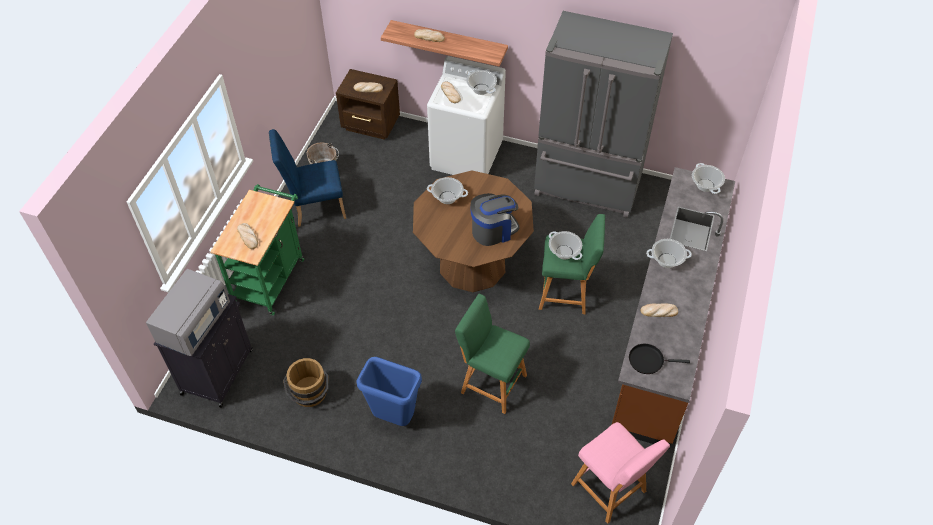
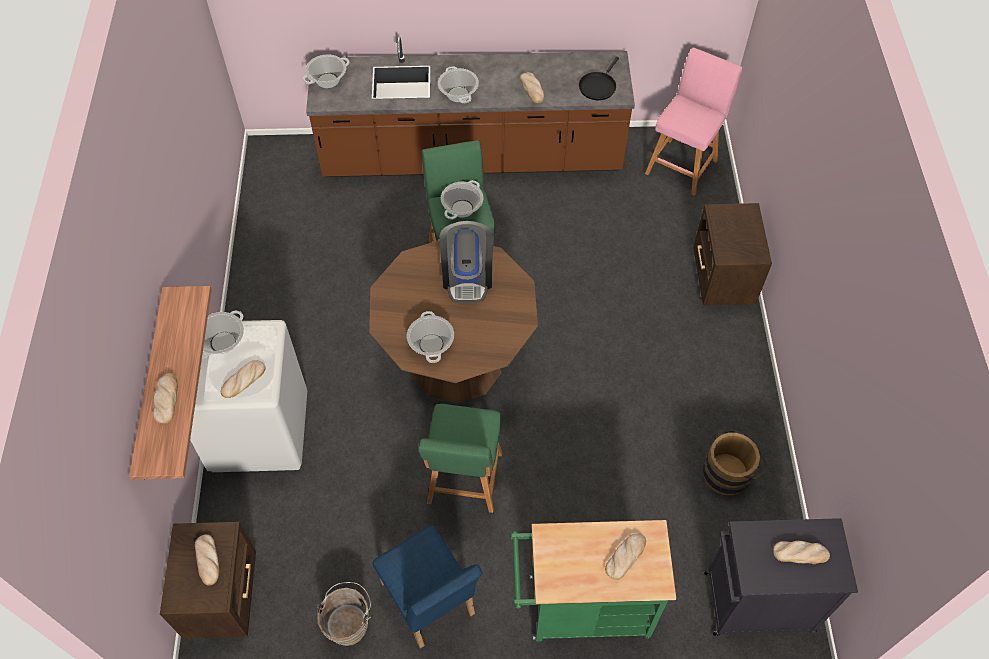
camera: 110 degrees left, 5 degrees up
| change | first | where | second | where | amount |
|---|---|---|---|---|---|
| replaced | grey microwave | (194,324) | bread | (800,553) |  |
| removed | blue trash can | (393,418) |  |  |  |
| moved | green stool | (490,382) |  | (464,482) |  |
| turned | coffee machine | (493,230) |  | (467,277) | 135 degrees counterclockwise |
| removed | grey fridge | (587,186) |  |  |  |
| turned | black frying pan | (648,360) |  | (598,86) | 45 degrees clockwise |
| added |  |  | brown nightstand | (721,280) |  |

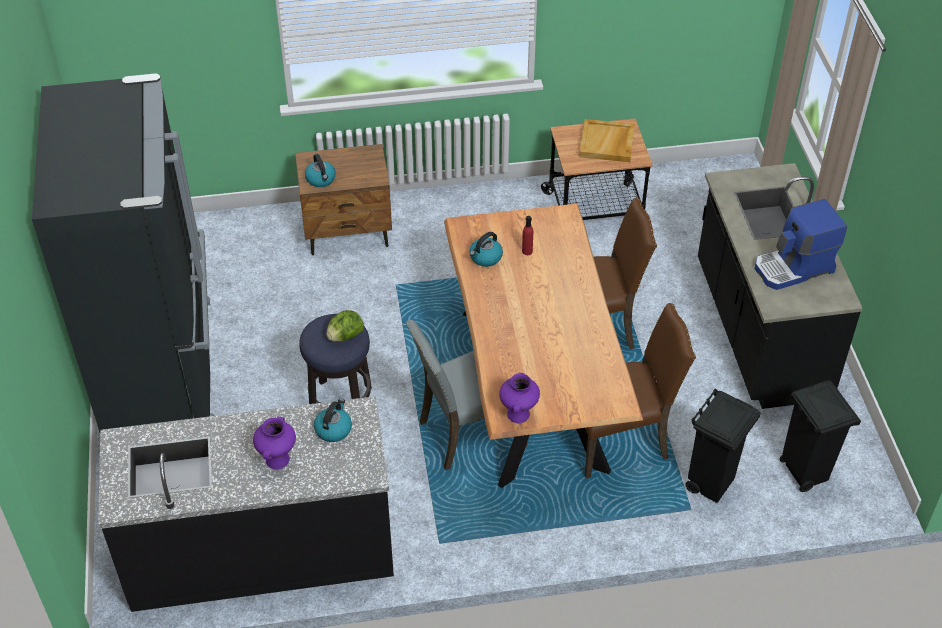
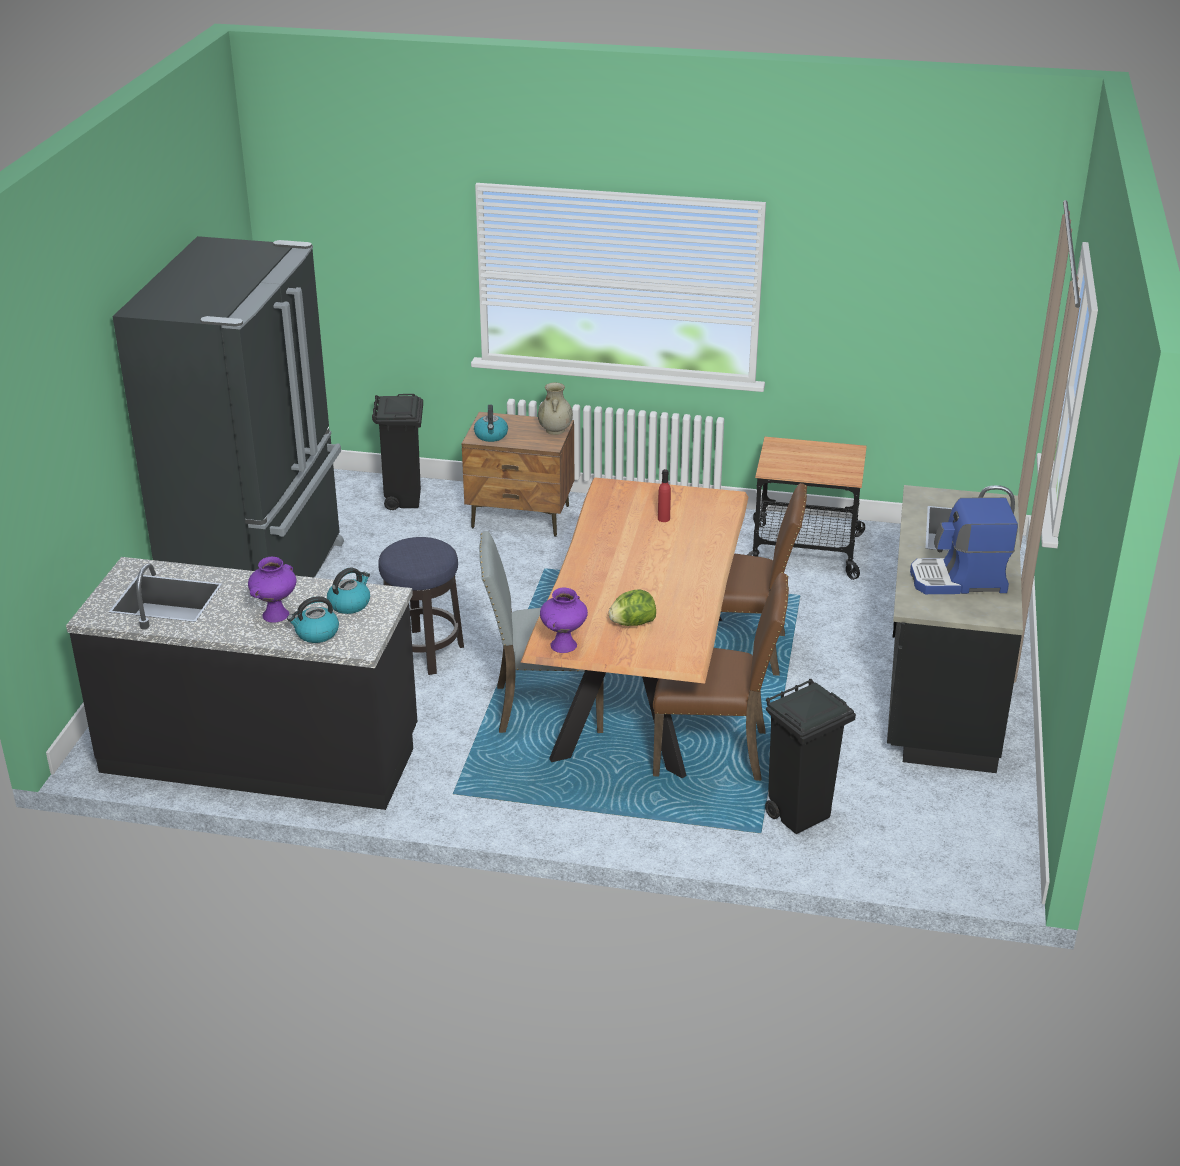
camera: 20 degrees right, 15 degrees down
| change | first | where | second | where | amount |
|---|---|---|---|---|---|
| moved | lettuce | (345,336) |  | (632,623) |  |
| moved | kettle | (485,257) |  | (316,633) |  |
| removed | beige tray | (607,143) |  |  |  |
| moved | black trash can | (804,472) |  | (403,500) |  |
| added |  |  | beige vase | (555,430) |  |

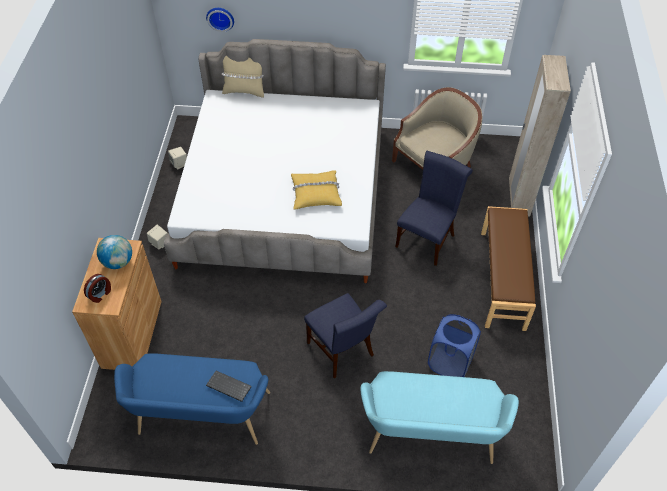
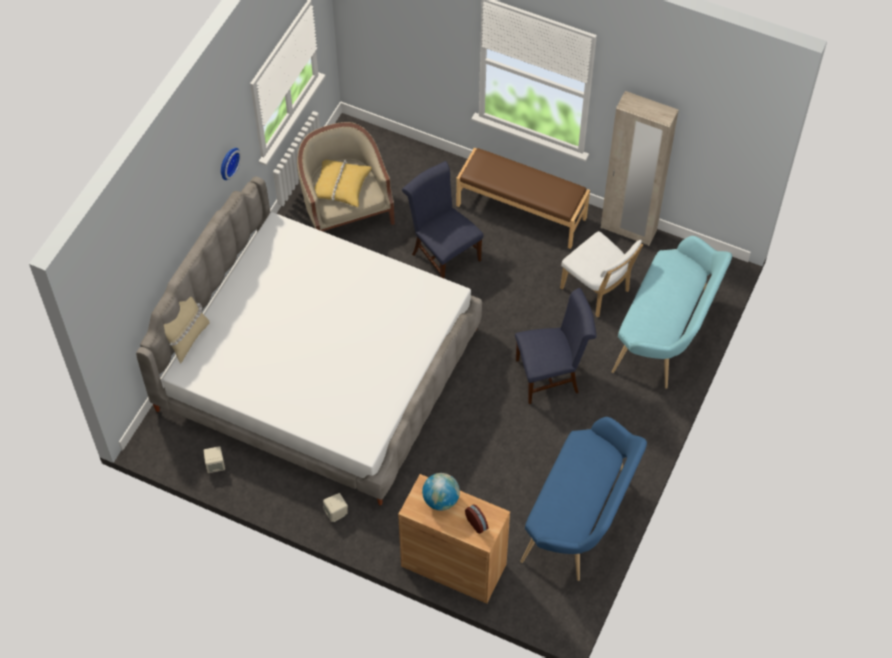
camera: 70 degrees left, 5 degrees up
| change | first | where | second | where | amount |
|---|---|---|---|---|---|
| moved | wall clock | (220,18) |  | (227,162) |  |
| removed | keyboard | (228,387) |  |  |  |
| moved | yellow pillow | (315,193) |  | (341,186) |  |
| replaced | blue laundry basket | (449,362) | white chair | (597,291) |  |
| moved | beige wardrobe | (518,198) |  | (628,229) |  |

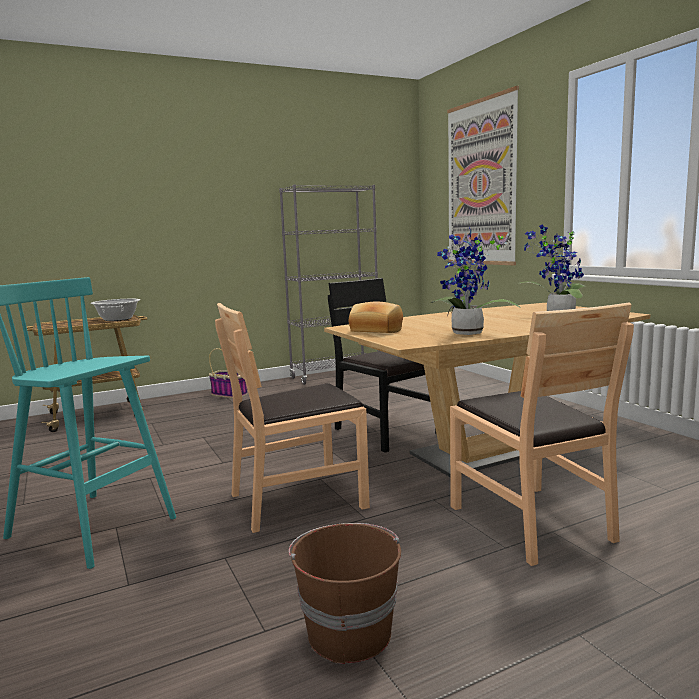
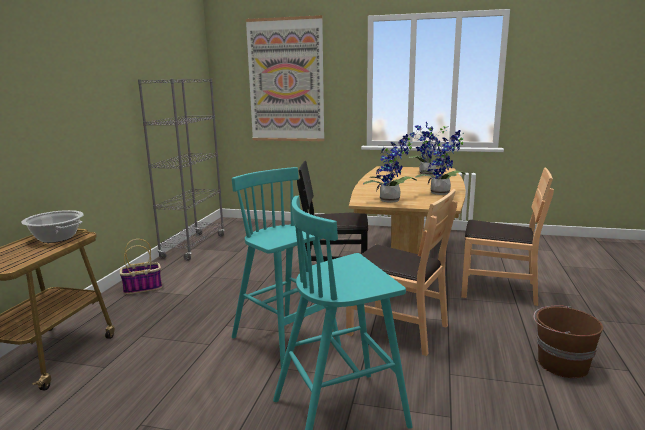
camera: 50 degrees left, 5 degrees up
| change | first | where | second | where | amount |
|---|---|---|---|---|---|
| turned | brown chair | (298,499) |  | (398,329) | 75 degrees counterclockwise |
| replaced | bread | (376,331) | potted plant | (391,201) |  |
| added |  |  | turquoise stool | (286,342) |  |

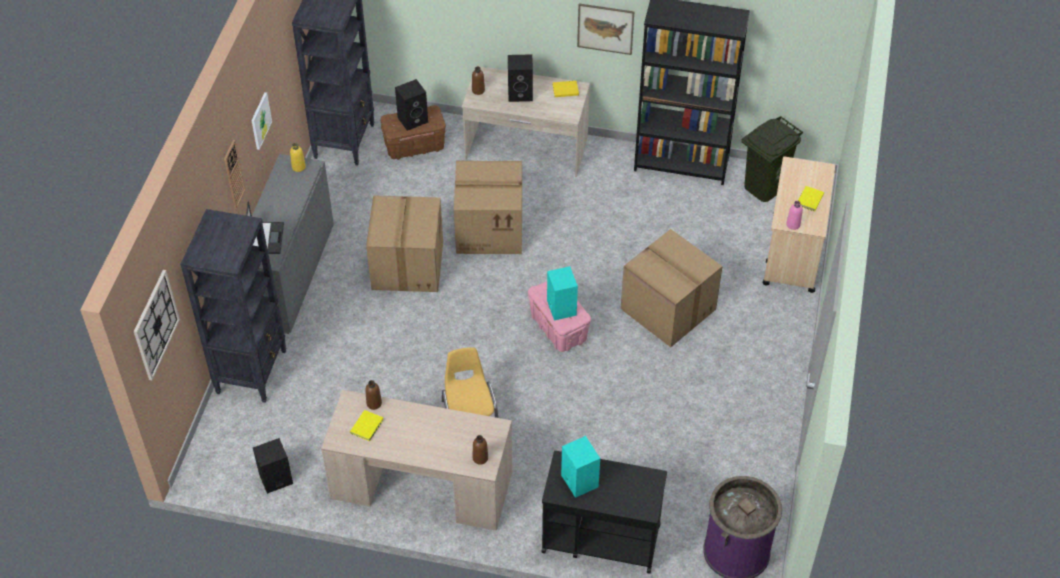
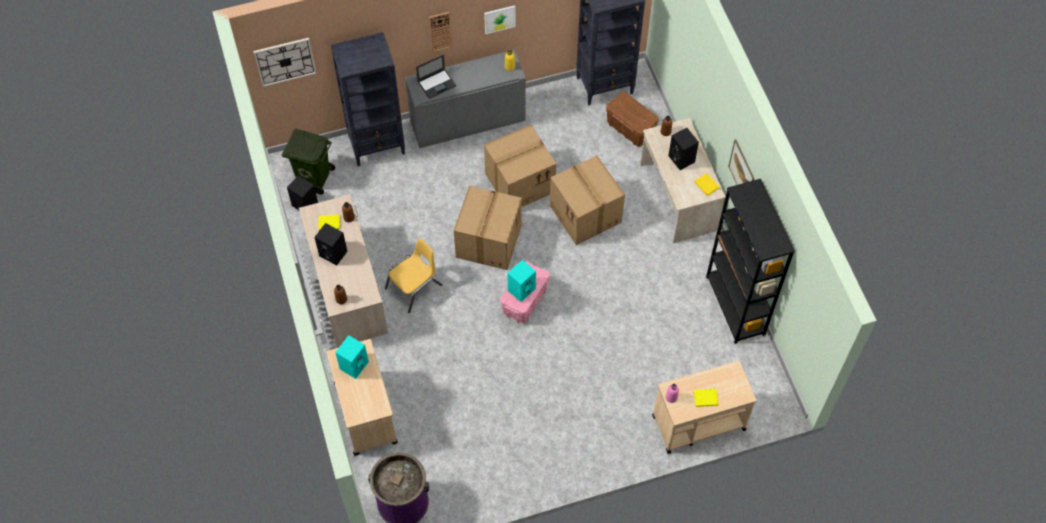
camera: 60 degrees right, 10 degrees up
| change | first | where | second | where | amount |
|---|---|---|---|---|---|
| moved | black speaker | (413,119) |  | (334,253) |  |
| recoloured | black cart | (600,538) | beige cart | (365,412) |  |
| moved | cardboard box | (666,309) |  | (488,240) |  |
| moved | green trash can | (764,186) |  | (314,177) |  |

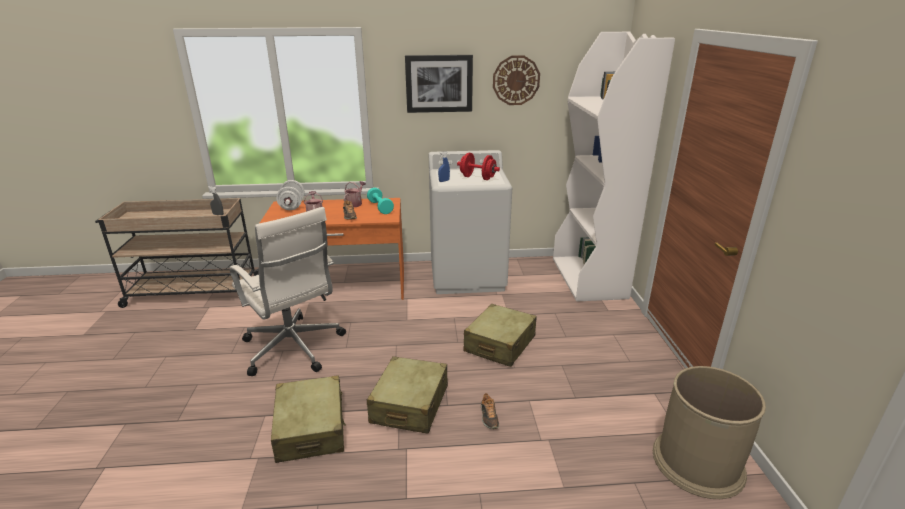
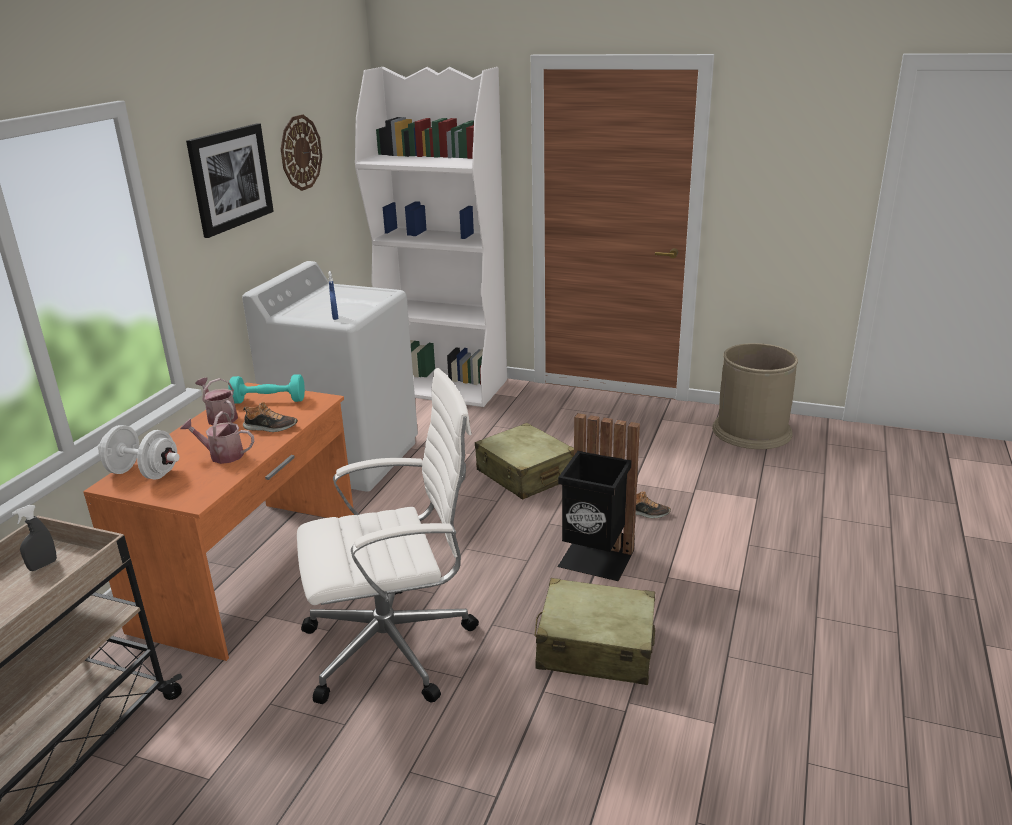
camera: 65 degrees left, 0 degrees up
| change | first | where | second | where | amount |
|---|---|---|---|---|---|
| replaced | beige suitcase | (409,405) | black trash can | (595,560) |  |
| removed | red dumbbell | (477,178) |  |  |  |

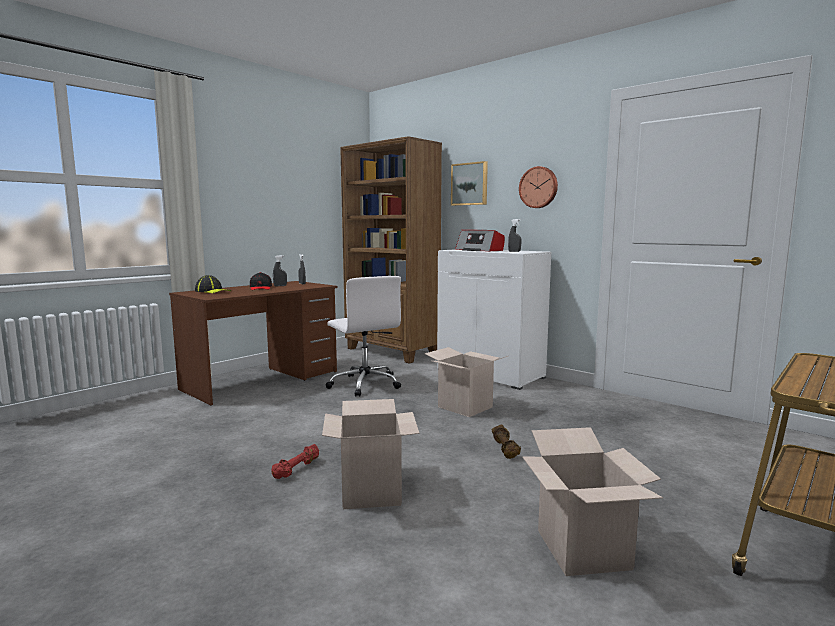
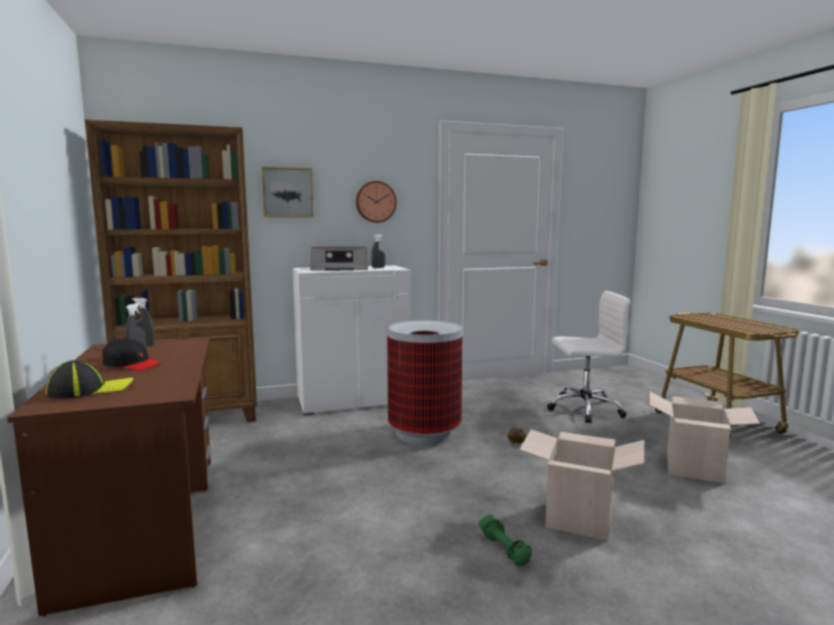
camera: 60 degrees left, 0 degrees up
| change | first | where | second | where | amount |
|---|---|---|---|---|---|
| recoloured | red dumbbell | (297,470) | green dumbbell | (505,549) |  |
| moved | white office chair | (365,384) |  | (583,409) |  |
| replaced | cardboard box | (465,407) | trash can | (424,433) |  |

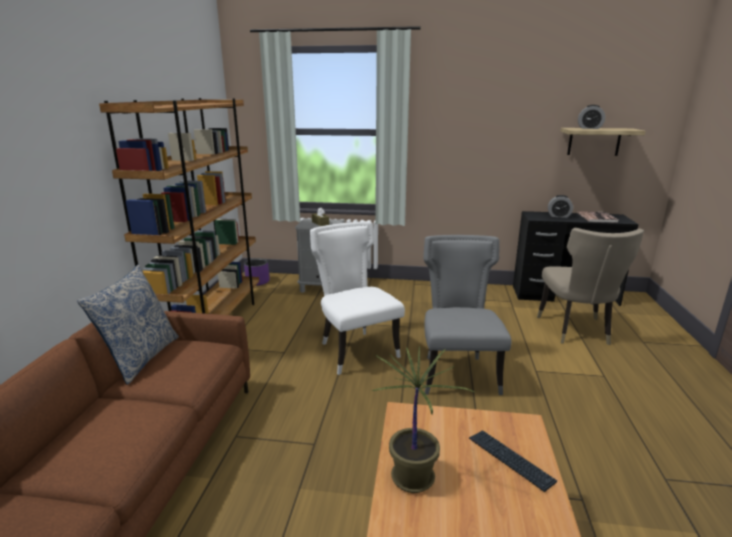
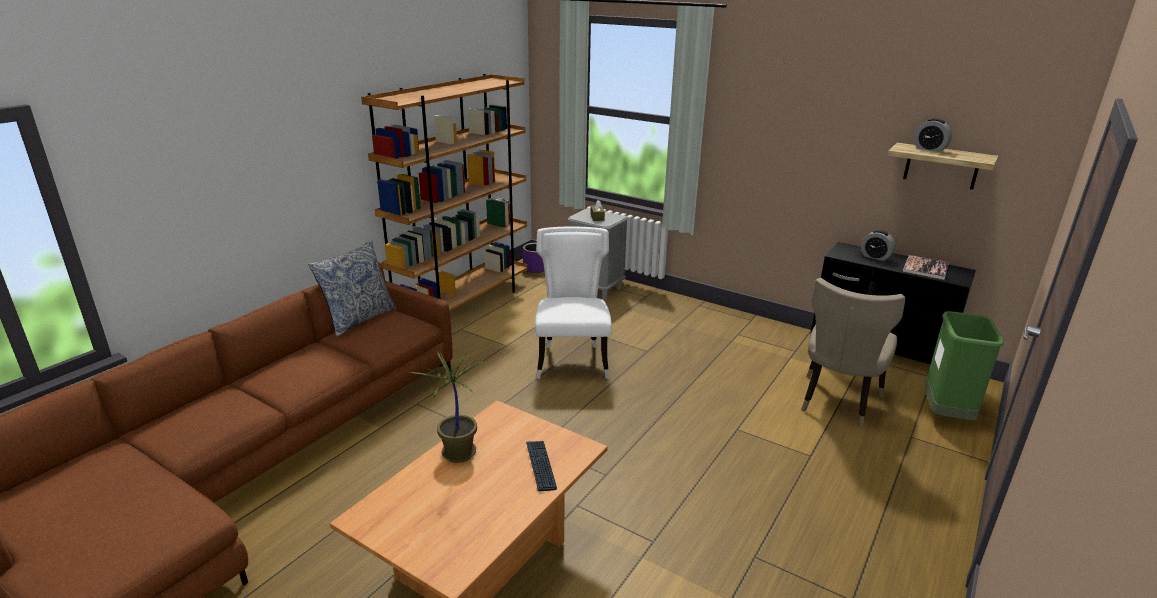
camera: 25 degrees right, 5 degrees up
| change | first | where | second | where | amount |
|---|---|---|---|---|---|
| removed | grey chair | (457,373) |  |  |  |
| added |  |  | green trash can | (946,414) |  |

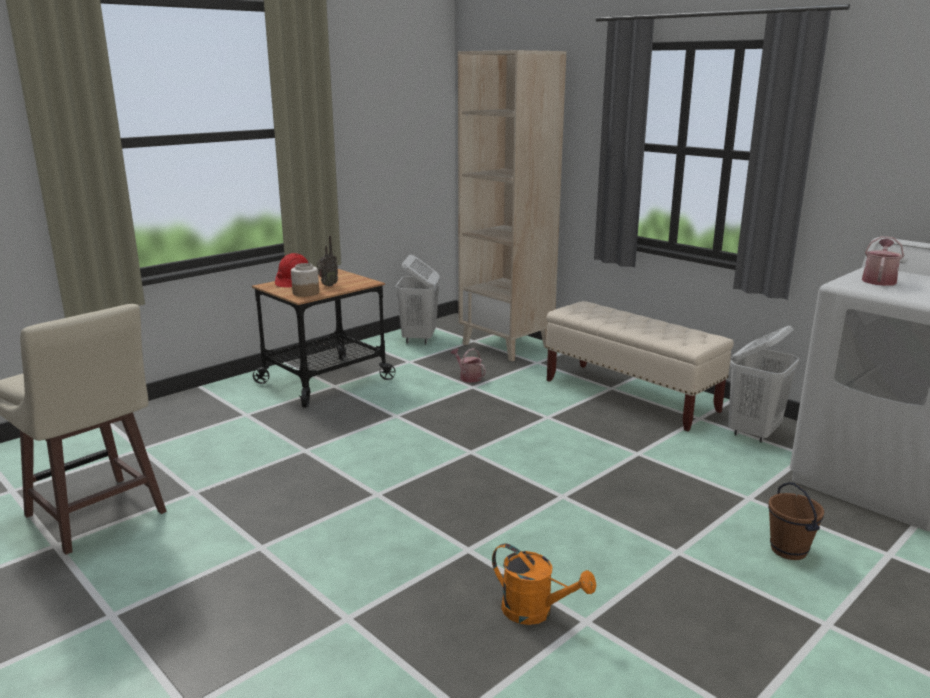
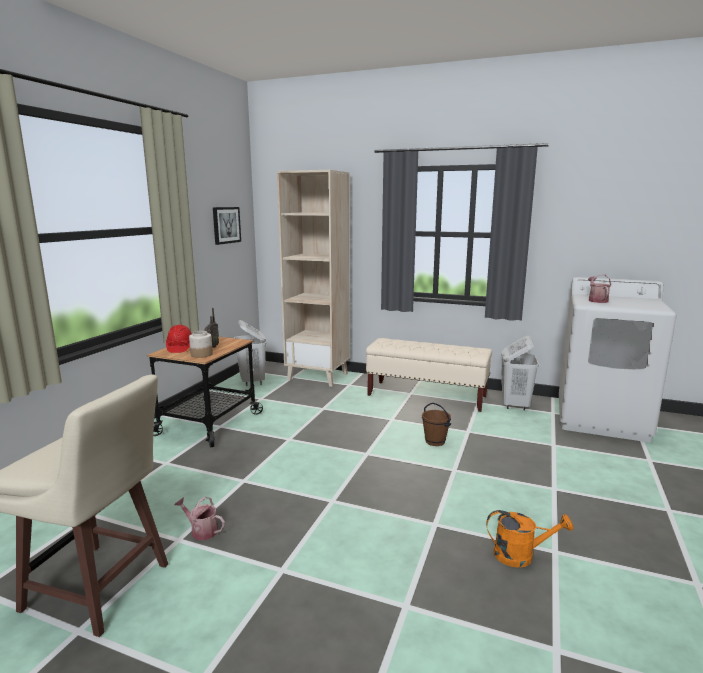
camera: 25 degrees left, 5 degrees down
| change | first | where | second | where | amount |
|---|---|---|---|---|---|
| moved | watering can | (468,377) |  | (201,531) |  |
| moved | brown bucket | (789,550) |  | (435,441) |  |
| added |  |  | picture | (226,225) |  |

